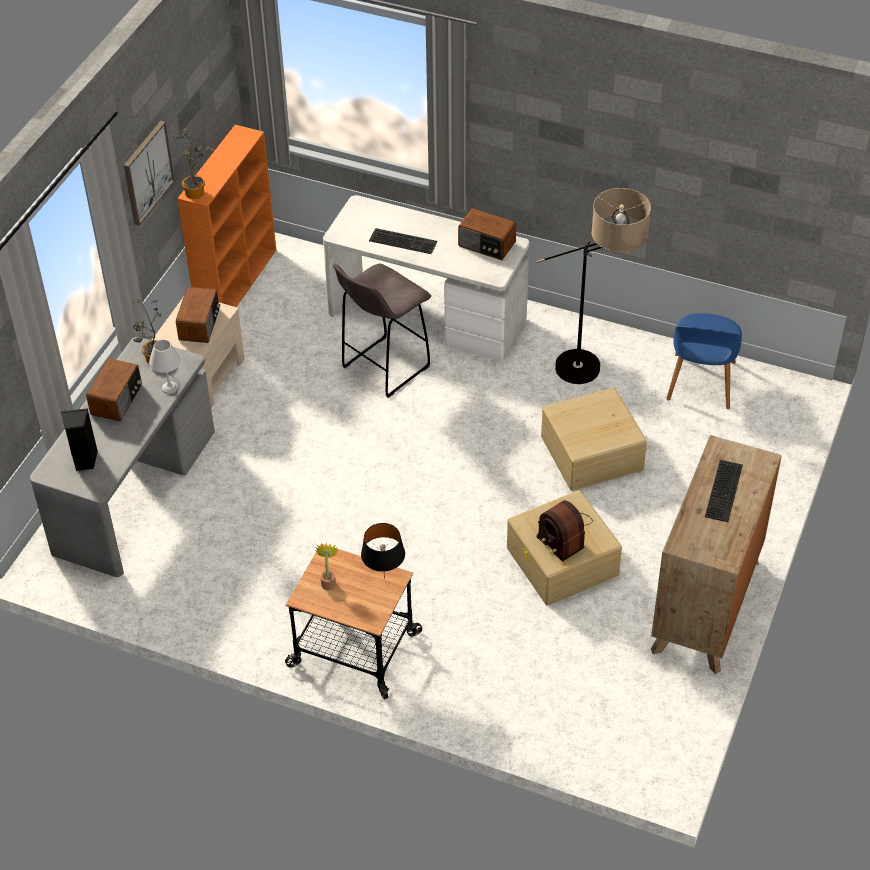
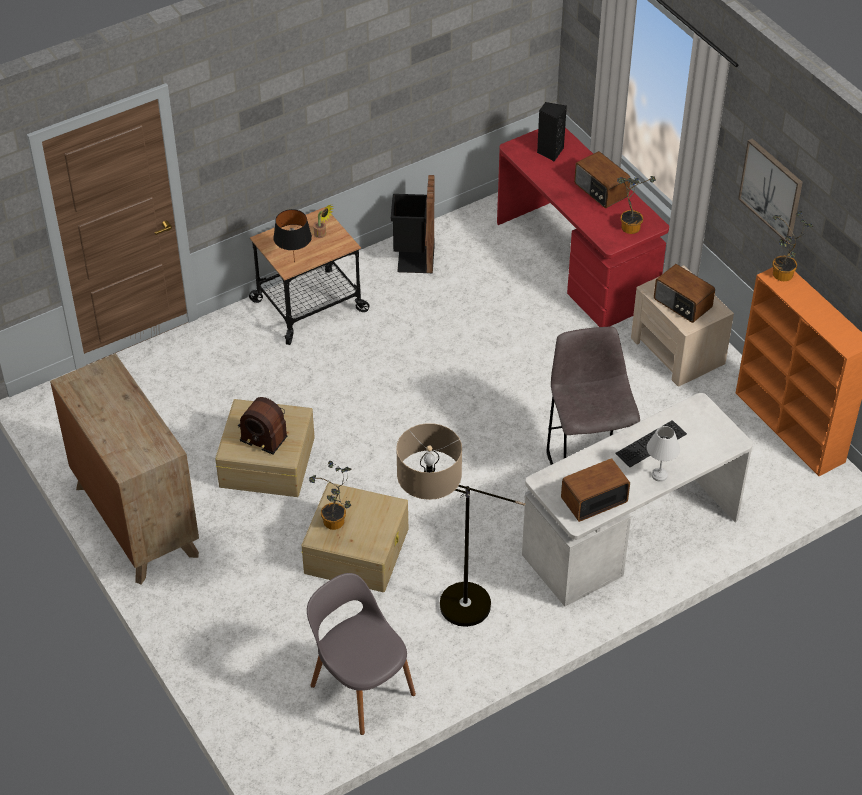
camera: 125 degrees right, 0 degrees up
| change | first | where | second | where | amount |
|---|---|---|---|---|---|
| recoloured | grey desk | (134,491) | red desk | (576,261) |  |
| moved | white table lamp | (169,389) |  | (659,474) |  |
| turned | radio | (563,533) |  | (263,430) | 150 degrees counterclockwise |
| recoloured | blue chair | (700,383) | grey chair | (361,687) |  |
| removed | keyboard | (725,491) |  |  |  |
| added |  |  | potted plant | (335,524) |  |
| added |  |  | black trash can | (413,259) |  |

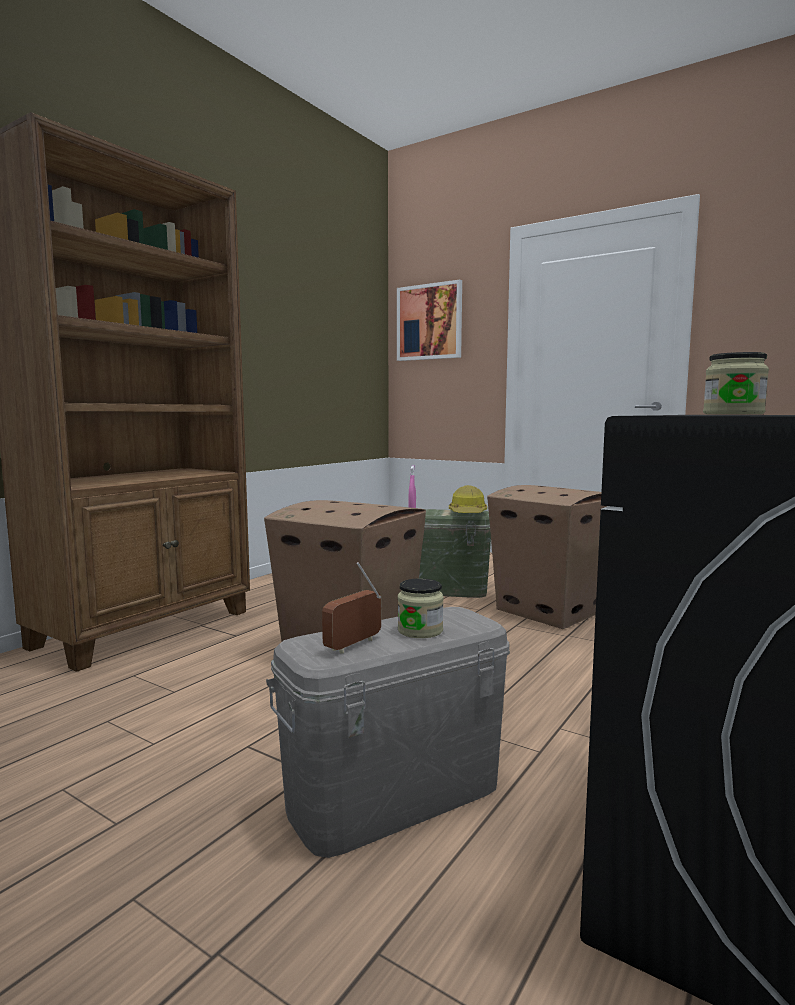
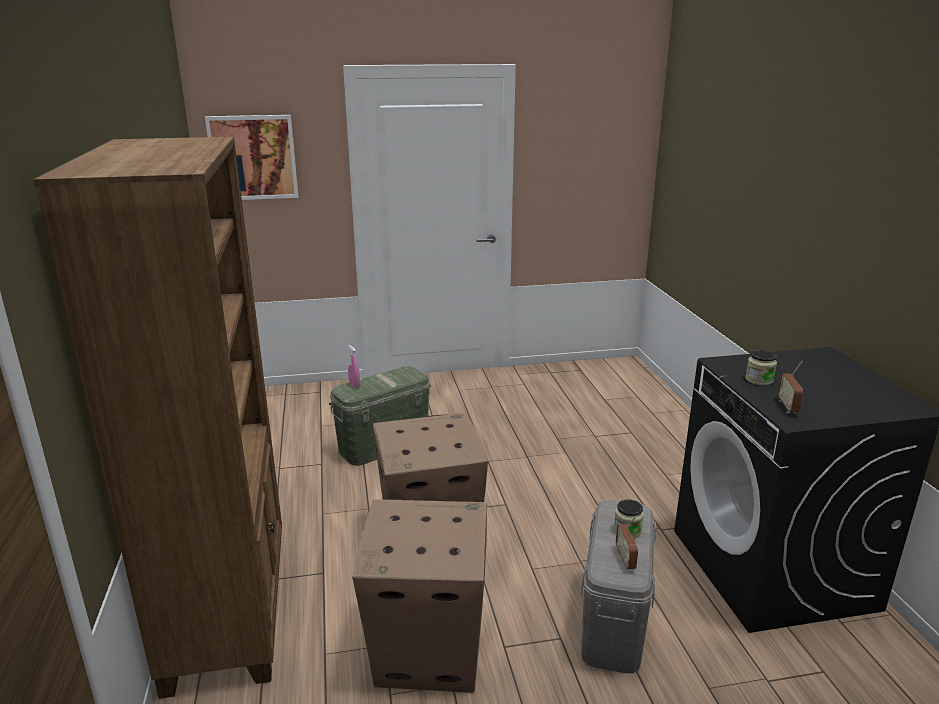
camera: 45 degrees left, 15 degrees up
| change | first | where | second | where | amount |
|---|---|---|---|---|---|
| removed | hard hat | (468,514) |  |  |  |
| moved | cardboard box | (549,609) |  | (426,651) |  |
| added |  |  | radio | (787,407) |  |

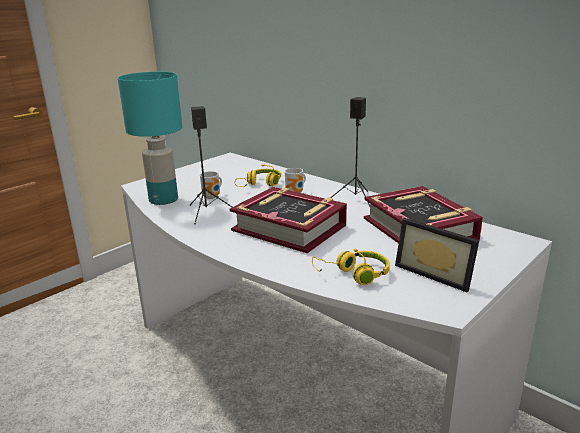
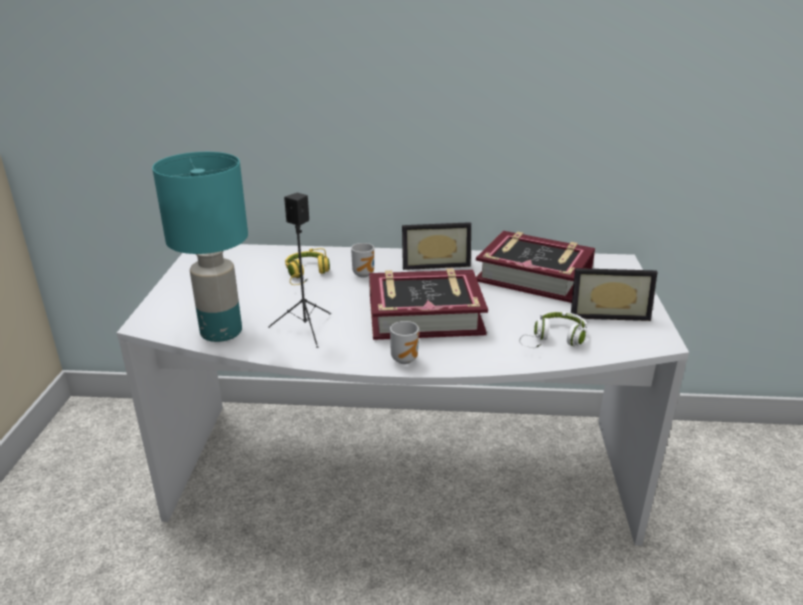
camera: 40 degrees left, 5 degrees up
| change | first | where | second | where | amount |
|---|---|---|---|---|---|
| moved | mug | (213,197) |  | (405,359) |  |
| recoloured | yellow headphones | (354,274) | white headphones | (554,339) |  |
| replaced | black speaker | (356,200) | picture frame | (435,263) |  |

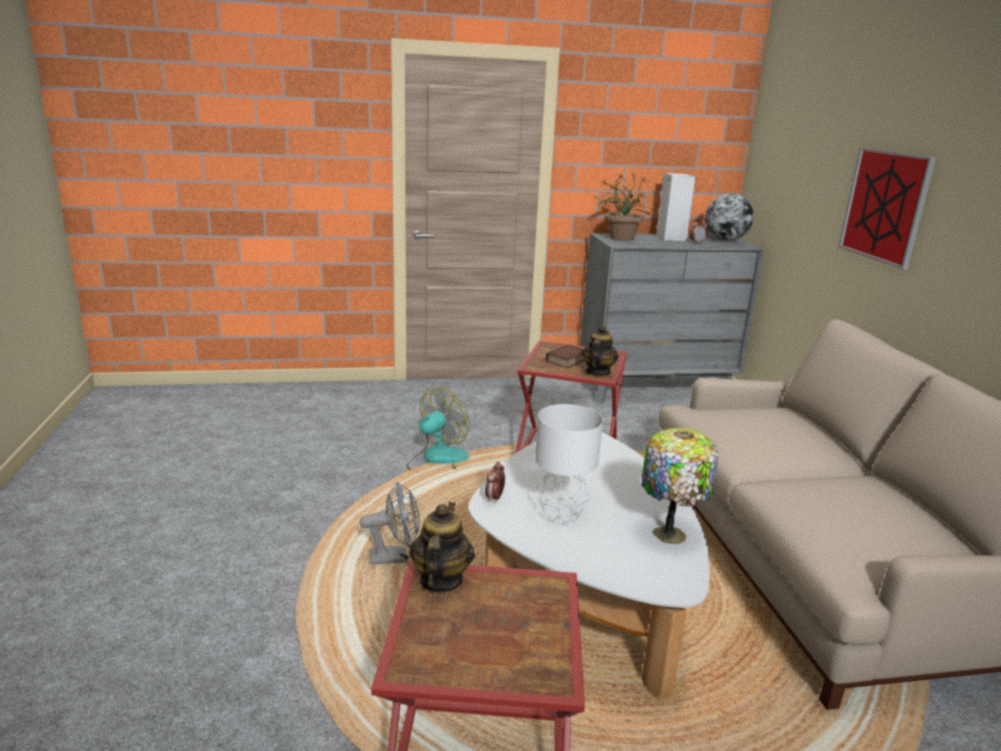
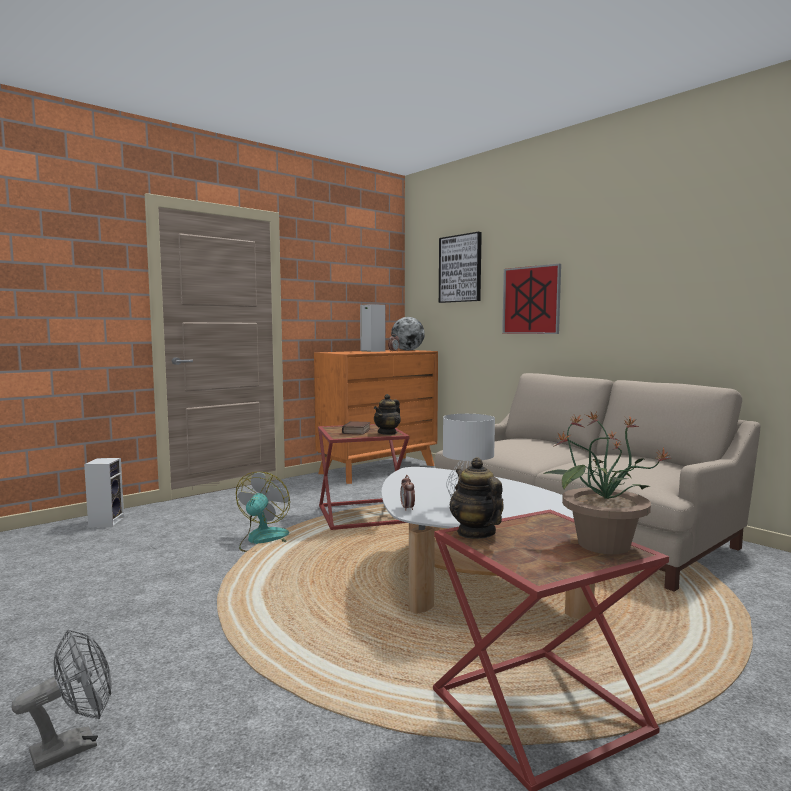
camera: 30 degrees left, 15 degrees down
| change | first | where | second | where | amount |
|---|---|---|---|---|---|
| moved | grey fan | (395,557) |  | (74,746) |  |
| recoloured | grey dresser | (655,388) | orange dresser | (378,469) |  |
| turned | teapot | (597,372) |  | (387,433) | 135 degrees counterclockwise |
| moved | potted plant | (621,238) |  | (601,544) |  |
| removed | table lamp | (670,533) |  |  |  |
| added |  |  | speaker | (106,522) |  |
| added |  |  | picture | (460,268) |  |

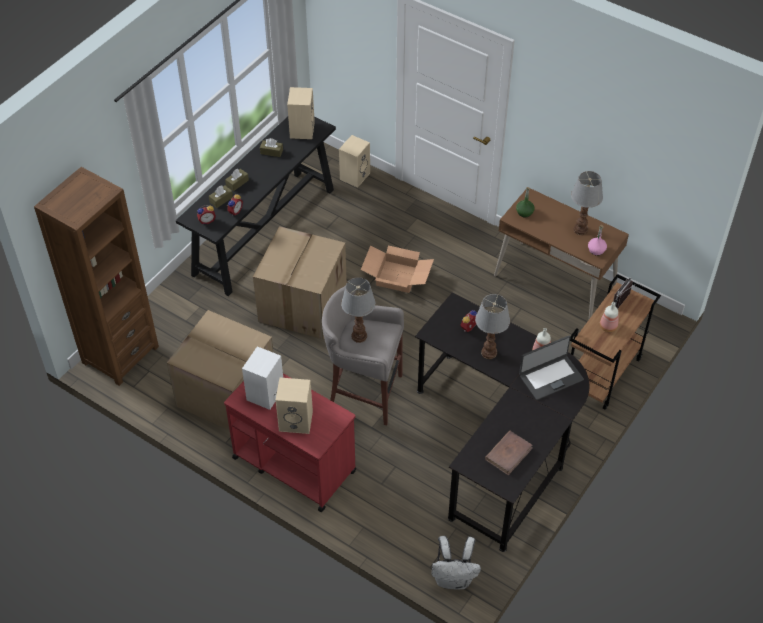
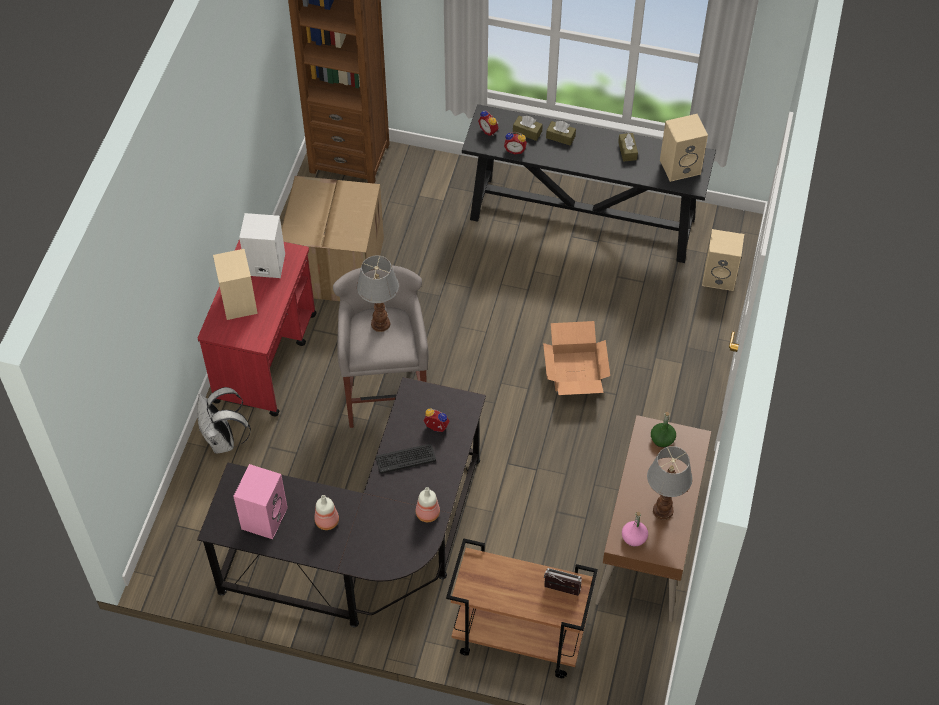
camera: 70 degrees right, 5 degrees up
| change | first | where | second | where | amount |
|---|---|---|---|---|---|
| removed | cardboard box | (302,303) |  |  |  |
| moved | white backpack | (454,579) |  | (223,440) |  |
| replaced | table lamp | (489,353) | keyboard | (405,458) |  |
| replaced | brown book | (508,454) | pink speaker | (264,517) |  |
| removed | laptop | (550,377) |  |  |  |
| moved | bottle | (608,326) |  | (328,521) |  |

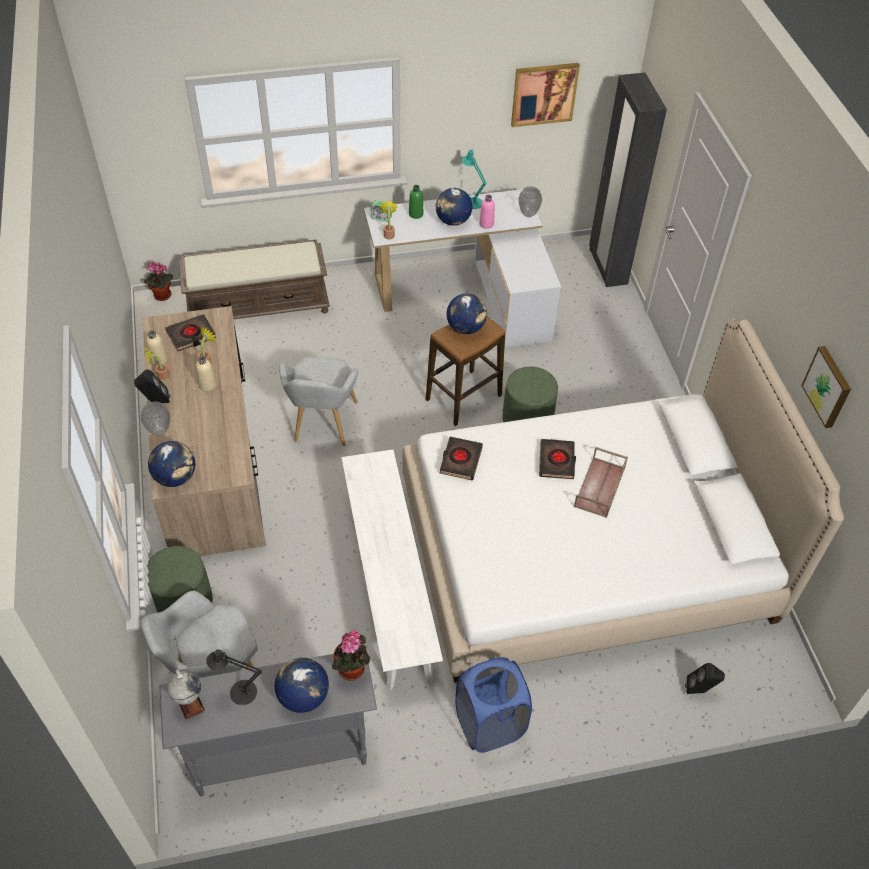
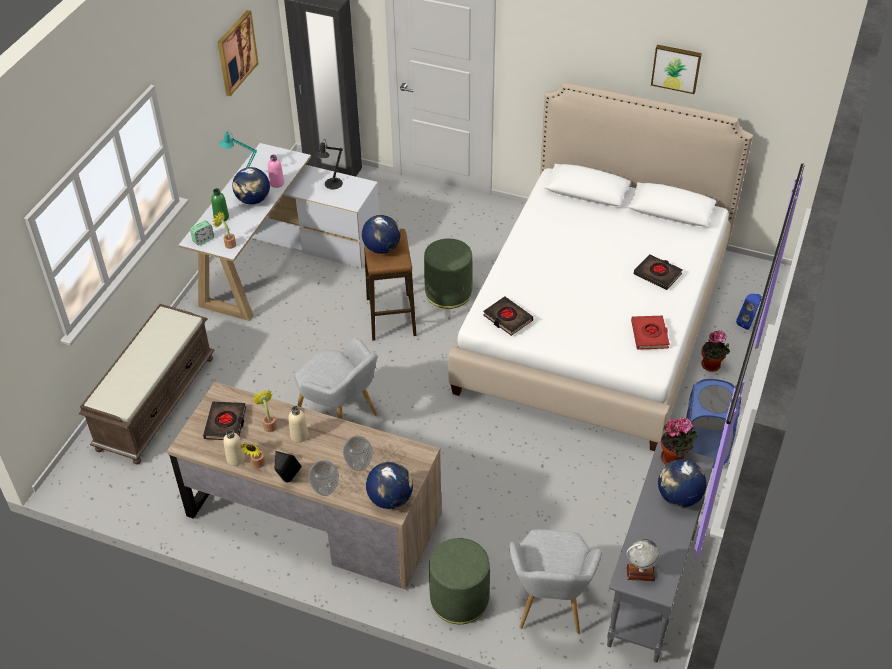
camera: 55 degrees left, 5 degrees down
| change | first | where | second | where | amount |
|---|---|---|---|---|---|
| moved | potted plant | (161,296) |  | (712,366) |  |
| moved | black table lamp | (239,692) |  | (331,185) |  |
| removed | white bench | (389,585) |  |  |  |
| moved | vase | (528,214) |  | (359,466) |  |
| moved | black book | (557,461) |  | (657,274) |  |
| removed | brown tray | (600,488) |  |  |  |
| recoloured | black speaker | (700,690) | blue speaker | (747,323) |  |
| added |  |  | red book | (650,335) |  |

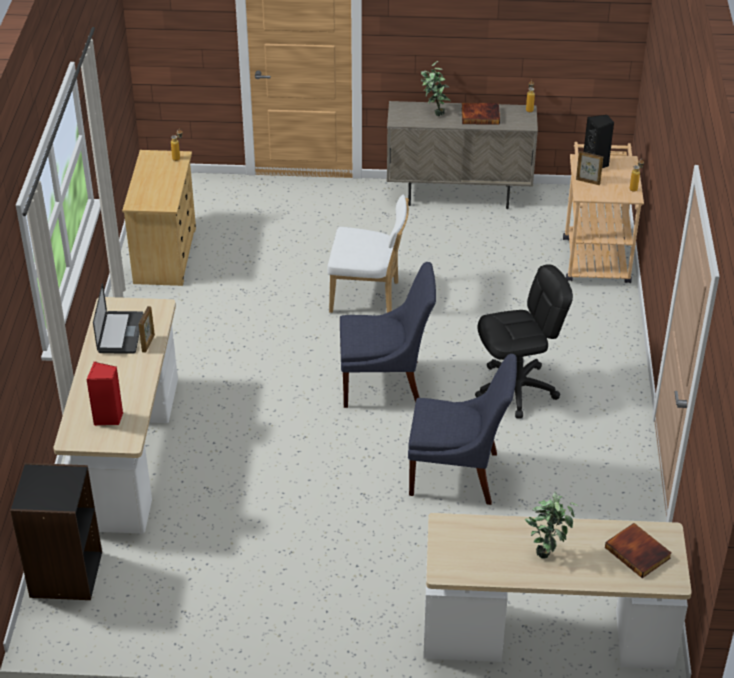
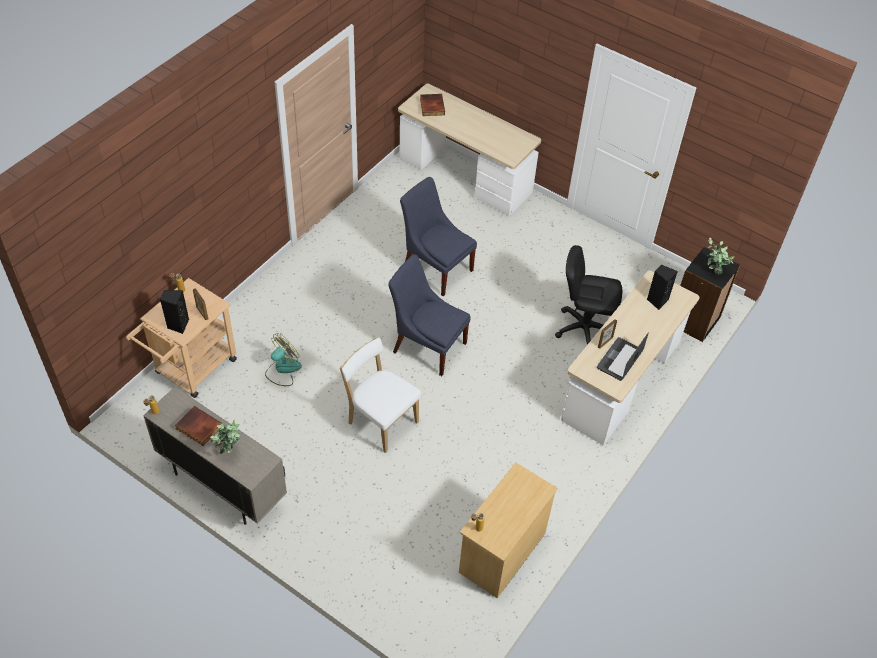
camera: 150 degrees left, 10 degrees up
| change | first | where | second | where | amount |
|---|---|---|---|---|---|
| recoloured | red speaker | (108,418) | black speaker | (657,300) |  |
| moved | black office chair | (516,389) |  | (584,328) |  |
| moved | potted plant | (547,549) |  | (712,274) |  |
| added |  |  | fan | (283,369) |  |

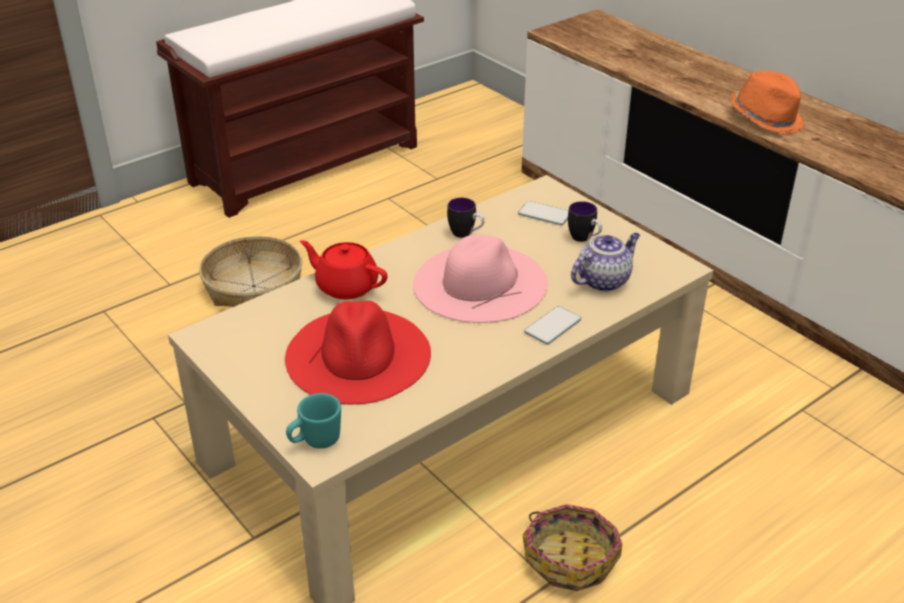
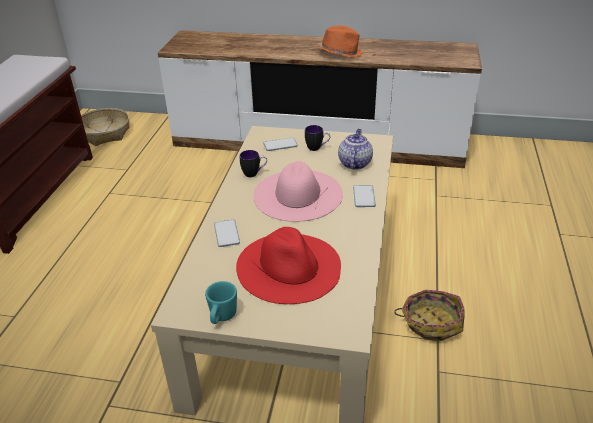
camera: 40 degrees left, 0 degrees up
| change | first | where | second | where | amount |
|---|---|---|---|---|---|
| moved | basket | (254,286) |  | (104,133) |  |
| moved | turquoise mug | (315,441) |  | (222,317) |  |
| replaced | red teapot | (346,286) | phone | (226,234) |  |

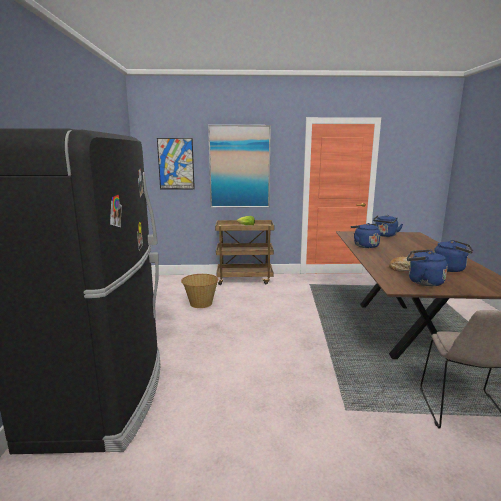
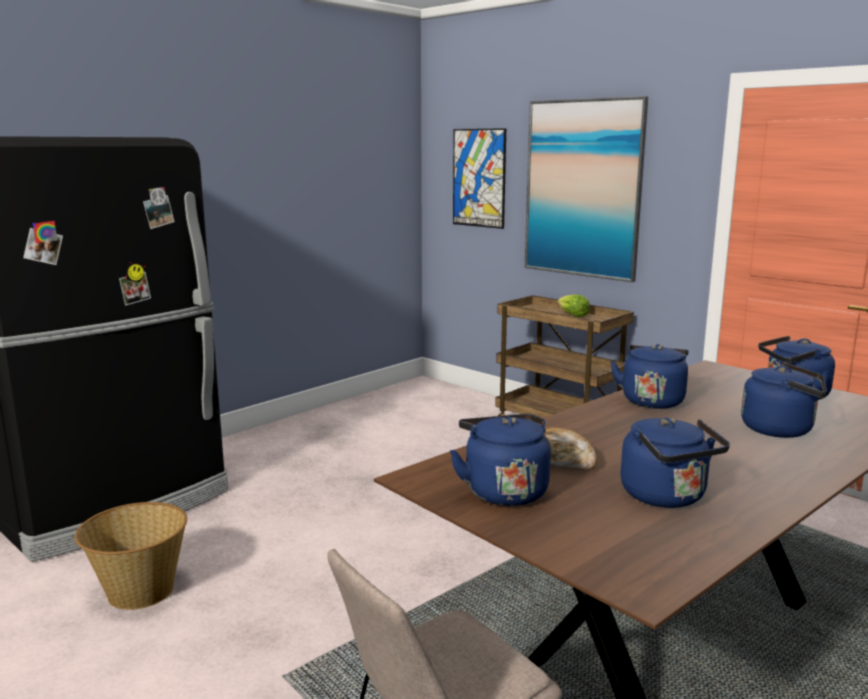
camera: 45 degrees right, 0 degrees up
| change | first | where | second | where | amount |
|---|---|---|---|---|---|
| moved | basket | (200,303) |  | (139,591) |  |
| added |  |  | blue kettle | (781,430) |  |

